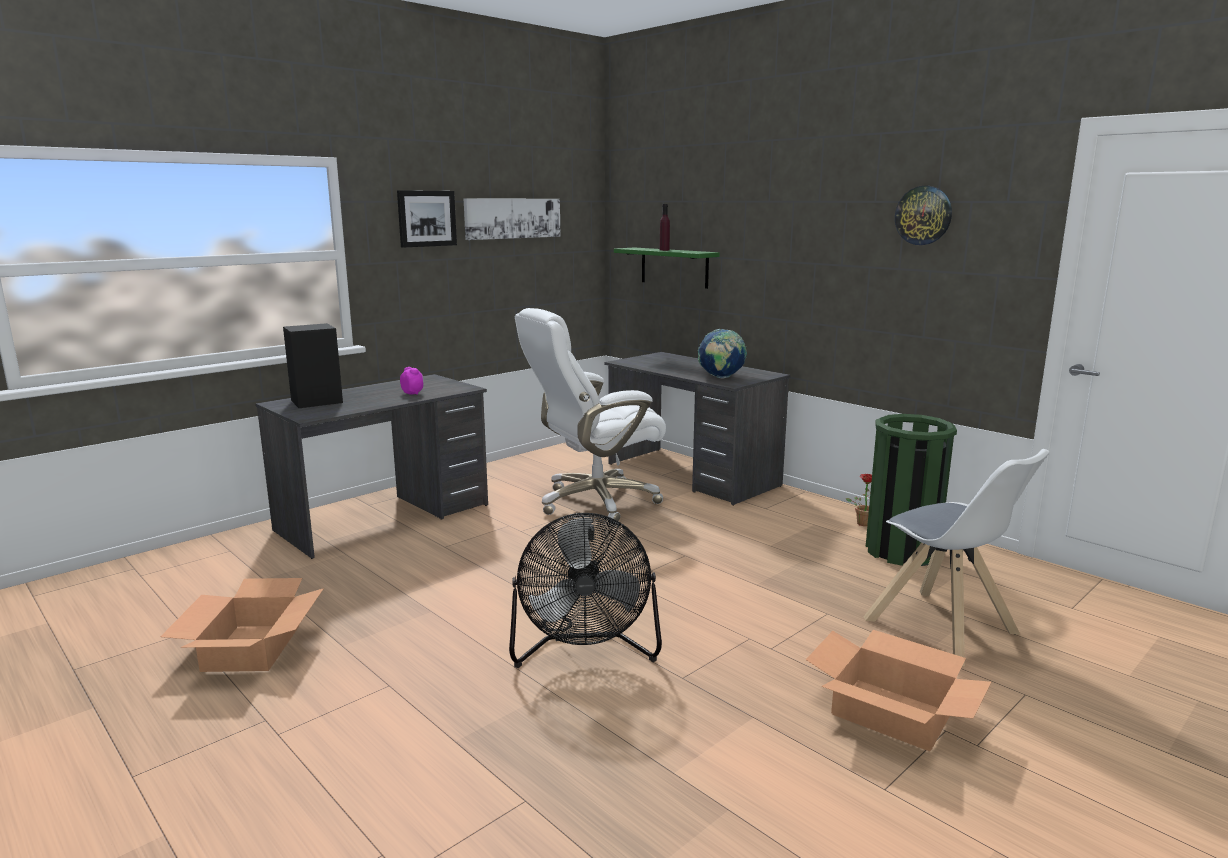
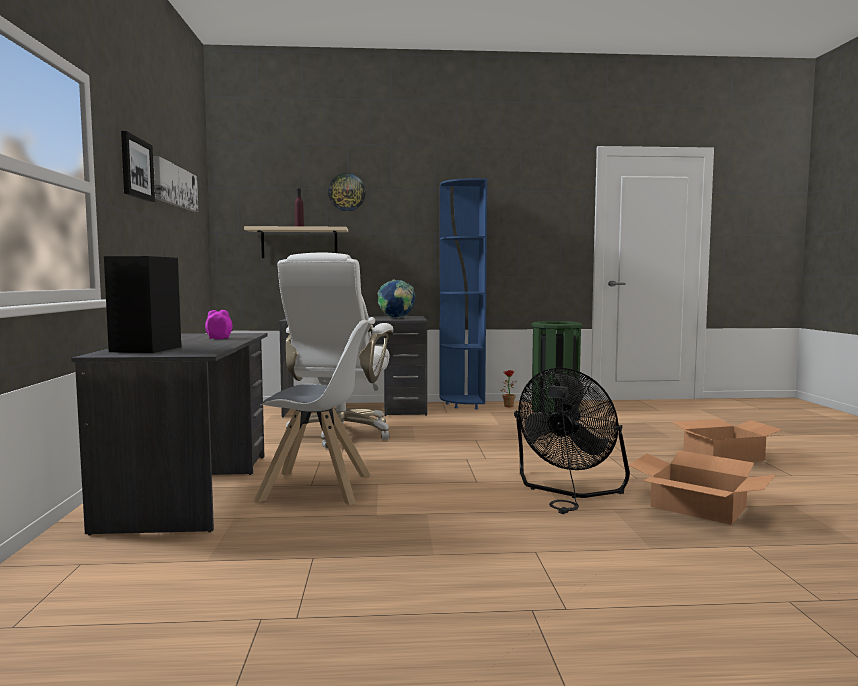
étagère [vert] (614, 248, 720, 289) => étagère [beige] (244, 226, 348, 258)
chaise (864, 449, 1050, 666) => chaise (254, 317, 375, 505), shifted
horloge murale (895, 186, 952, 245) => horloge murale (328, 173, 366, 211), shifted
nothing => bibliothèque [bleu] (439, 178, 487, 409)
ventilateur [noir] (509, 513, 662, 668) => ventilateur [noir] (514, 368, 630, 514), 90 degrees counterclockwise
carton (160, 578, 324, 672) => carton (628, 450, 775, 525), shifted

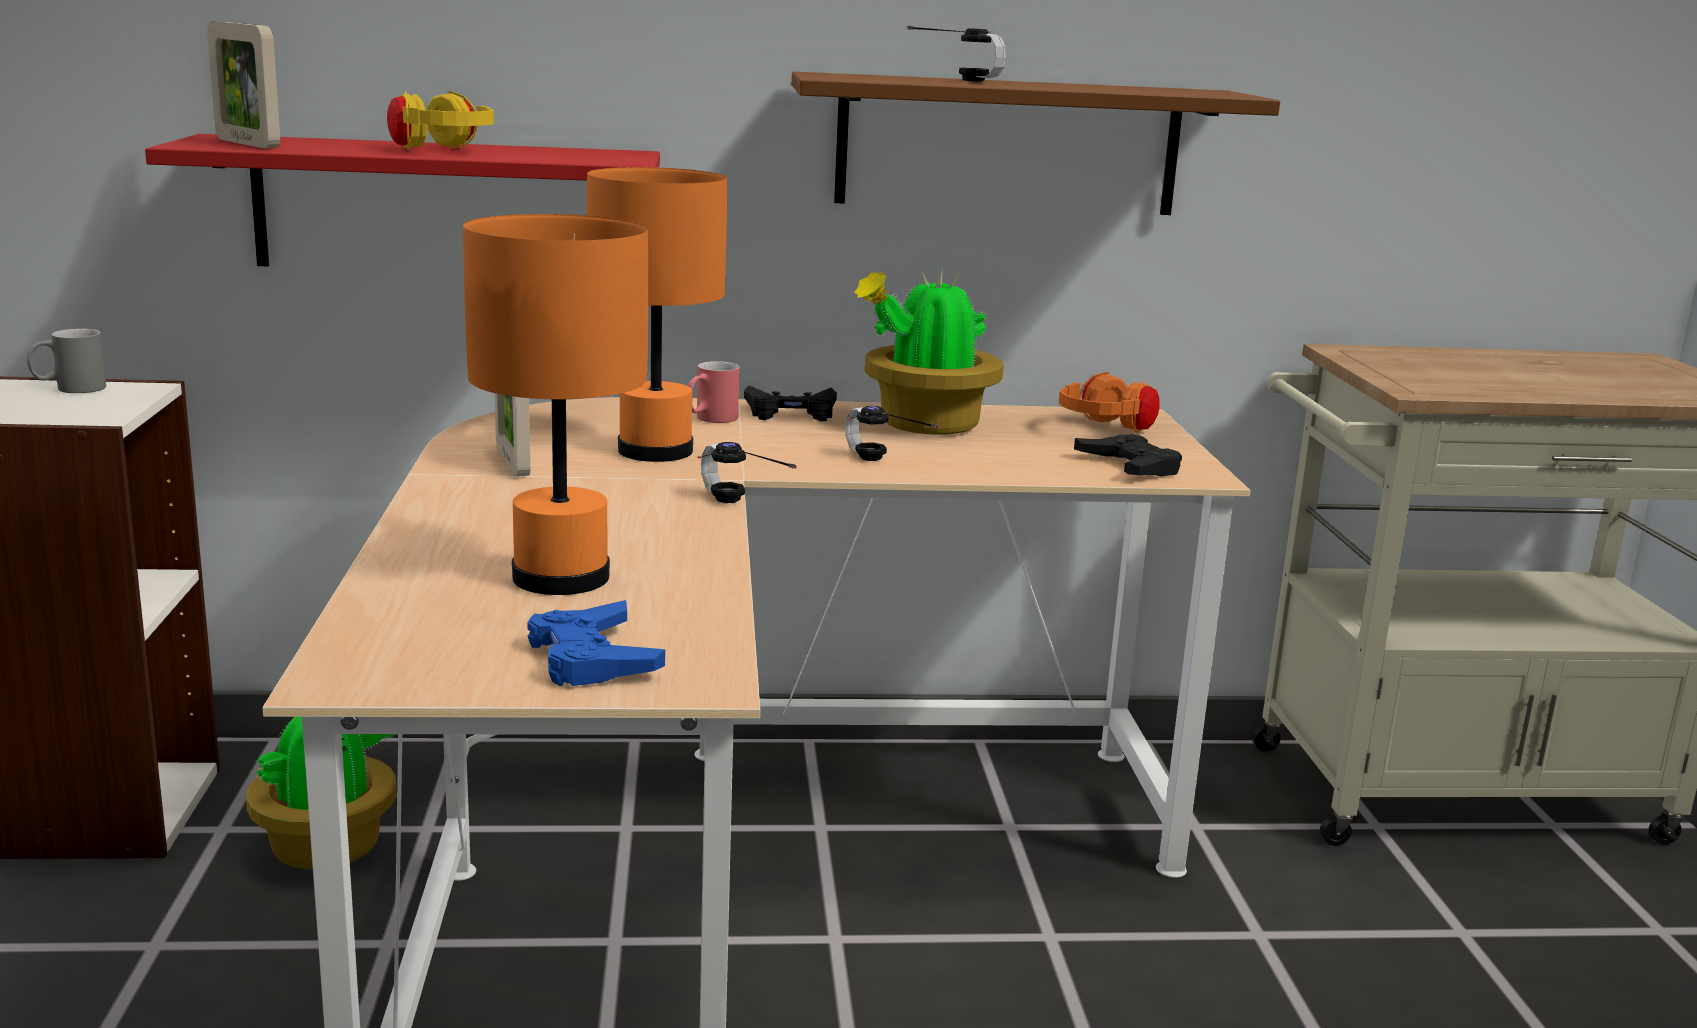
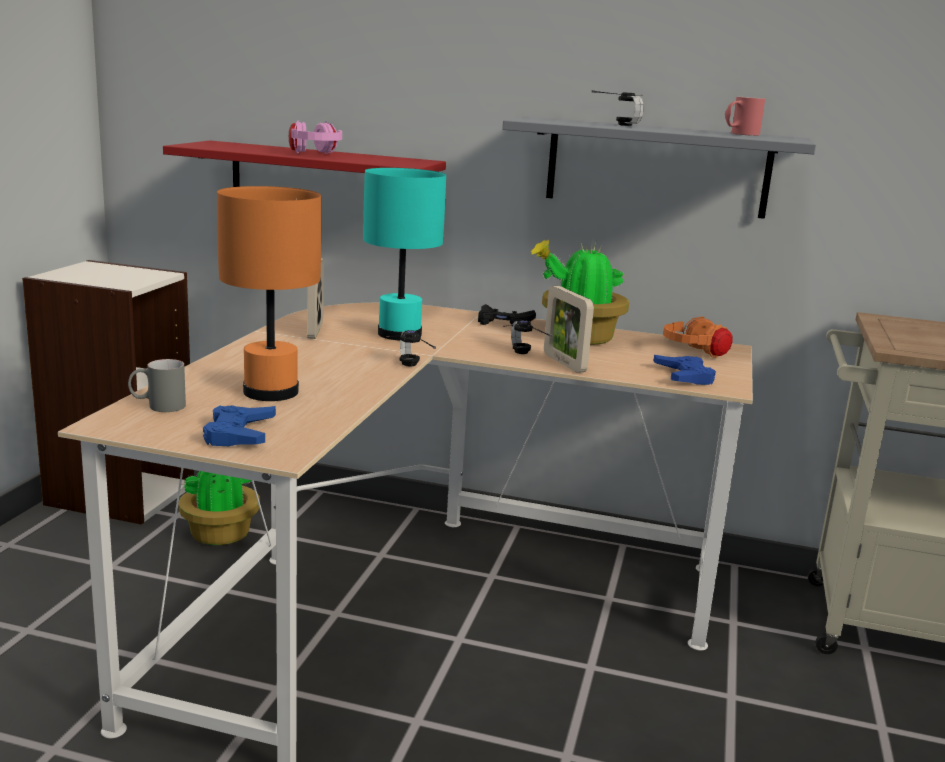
mug [gris] (27, 329, 106, 393) => mug [gris] (128, 359, 186, 412), shifted
casque audio [jaune] (387, 91, 494, 150) => casque audio [rose] (289, 121, 342, 154)
lampe de table [orange] (587, 167, 727, 462) => lampe de table [turquoise] (363, 168, 446, 340)
étagère [marron] (791, 71, 1280, 215) => étagère [gris] (502, 117, 816, 219)
cadre photo (207, 21, 280, 148) => cadre photo (544, 286, 594, 373), shifted
manette [noir] (1074, 434, 1182, 476) => manette [bleu] (653, 355, 716, 385)
mug [rouge] (687, 361, 740, 423) => mug [rouge] (725, 97, 765, 136), shifted

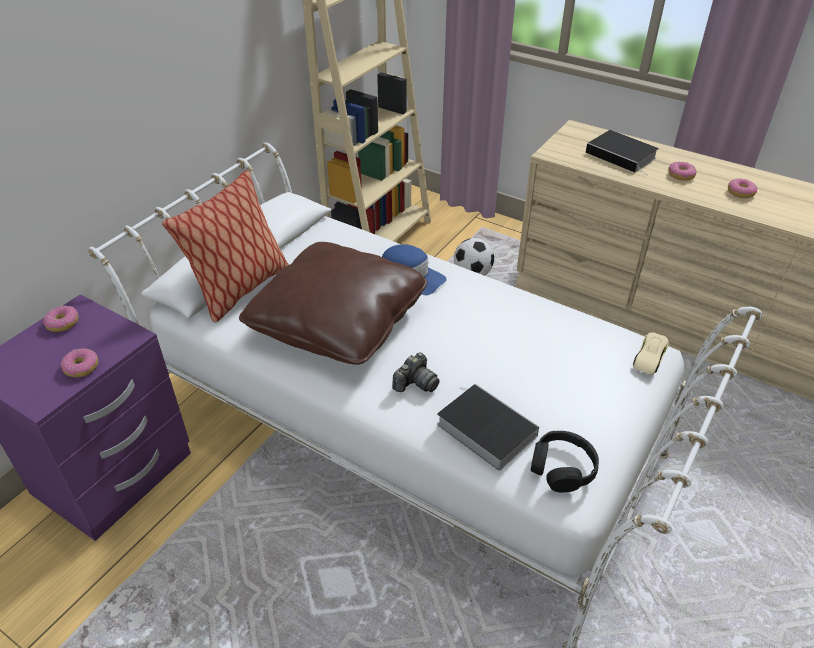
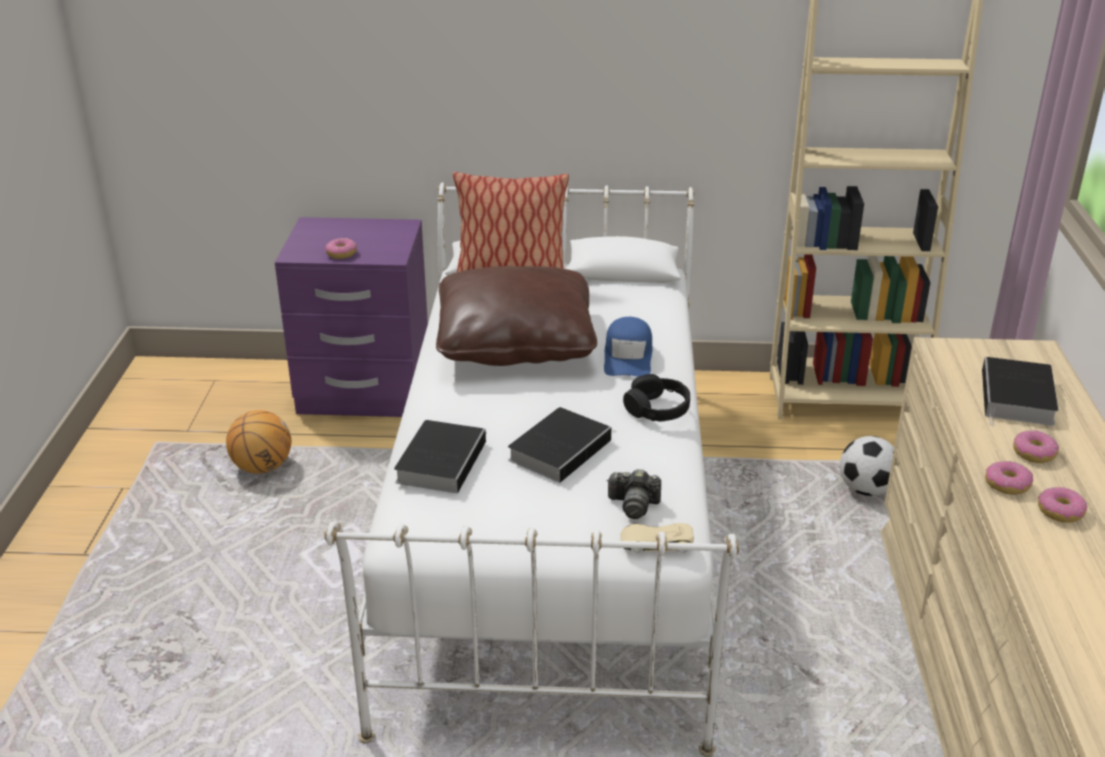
nothing => ballon de basket (226, 410, 291, 474)
nothing => livre (508, 407, 617, 483)
appareil photo (392, 352, 440, 392) => appareil photo (606, 469, 661, 519), shifted
casque audio [noir] (531, 431, 599, 492) => casque audio [noir] (623, 374, 690, 421), shifted
beignet (43, 306, 79, 332) => beignet (985, 461, 1033, 495), shifted

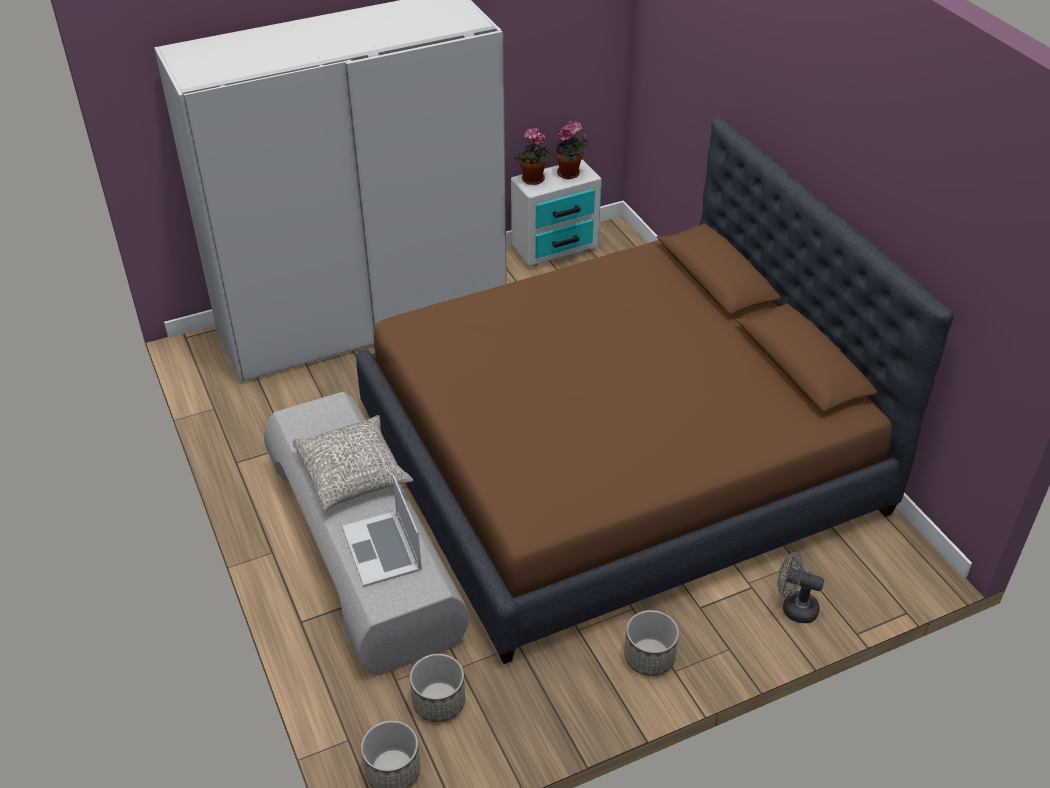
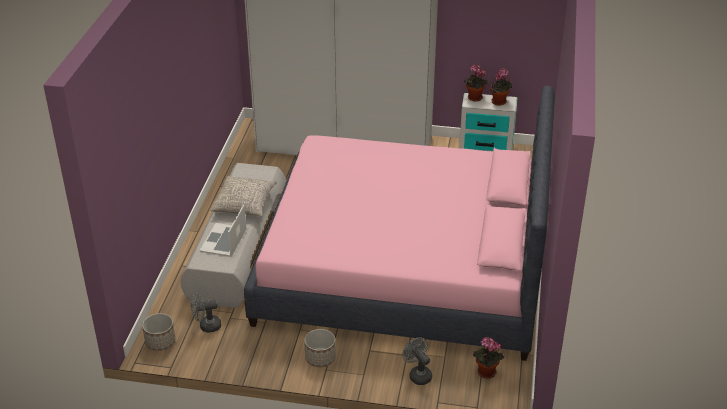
cache-pot (410, 654, 465, 722) => ventilateur [gris] (191, 293, 221, 333)
lit [marron] (356, 117, 954, 664) => lit [rose] (244, 85, 555, 361)
nothing => plante en pot (473, 337, 504, 379)

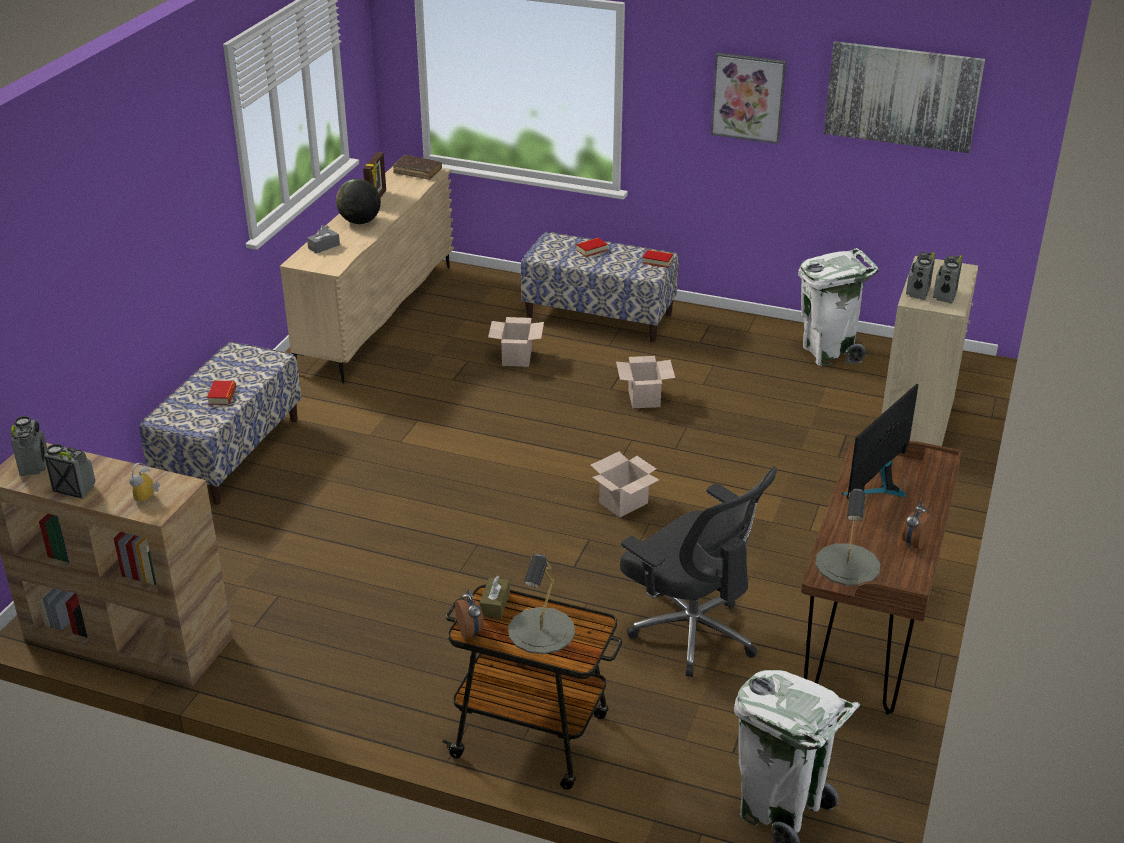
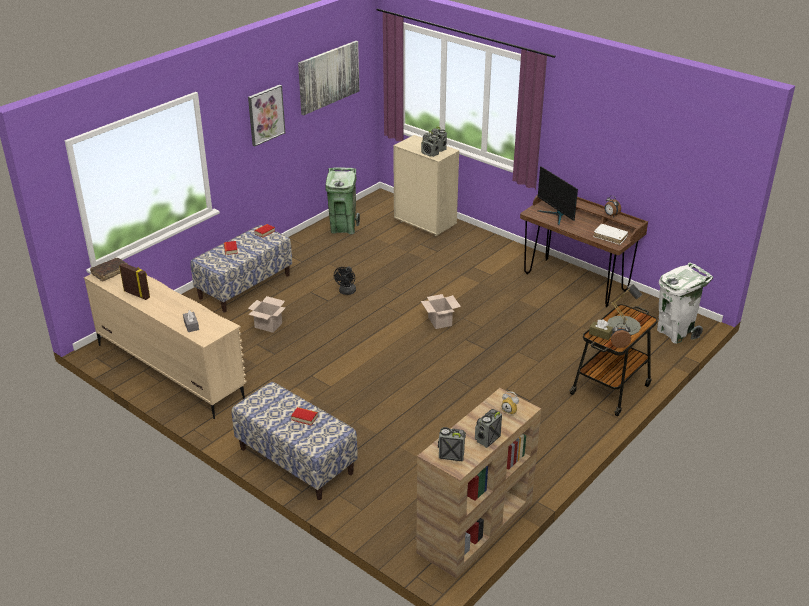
poubelle [blanc] (798, 248, 879, 366) => poubelle [vert] (325, 167, 360, 234)
carton (616, 356, 675, 408) => ventilateur [noir] (334, 267, 356, 295)
lampe de table [gris] (815, 489, 880, 586) => livre [blanc] (593, 224, 628, 245)
globe (336, 179, 381, 224) => nothing
chaise de bureau (620, 466, 777, 677) => nothing

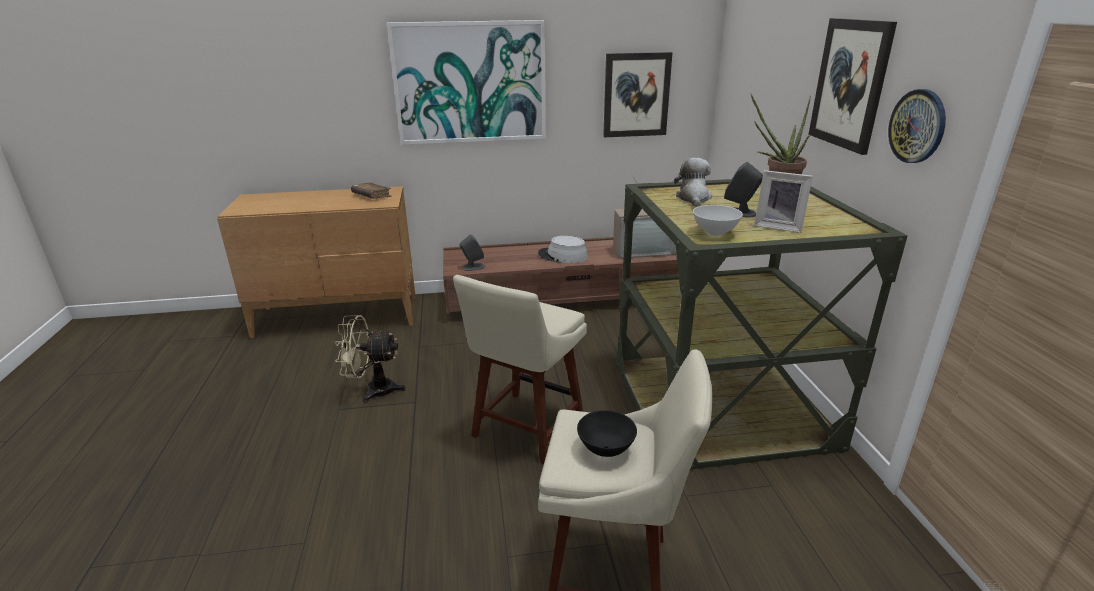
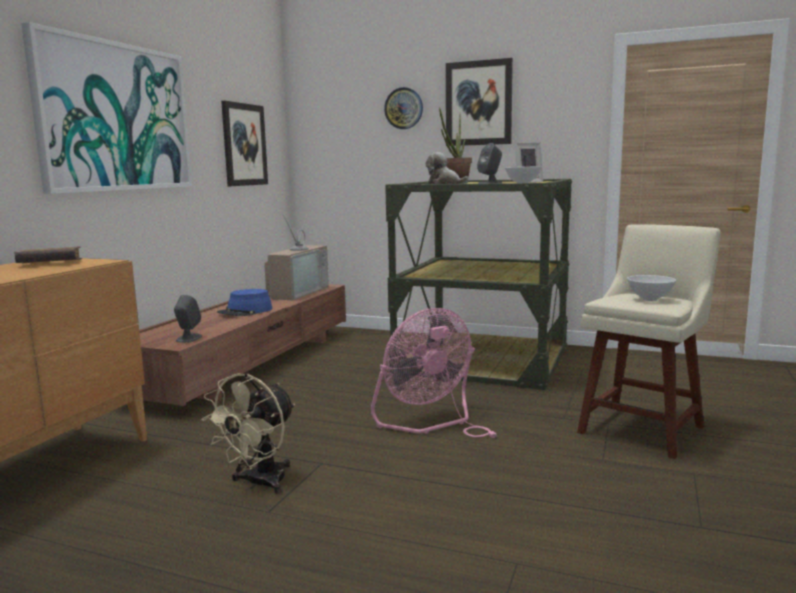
chapeau [gris] (538, 236, 588, 263) => chapeau [bleu] (217, 289, 272, 316)
tabouret [beige] (453, 275, 587, 464) => ventilateur [rose] (371, 308, 497, 438)
horloge murale (888, 89, 946, 163) => horloge murale (384, 87, 423, 129), shifted
bol [noir] (577, 410, 637, 457) => bol [blanc] (627, 275, 676, 301)

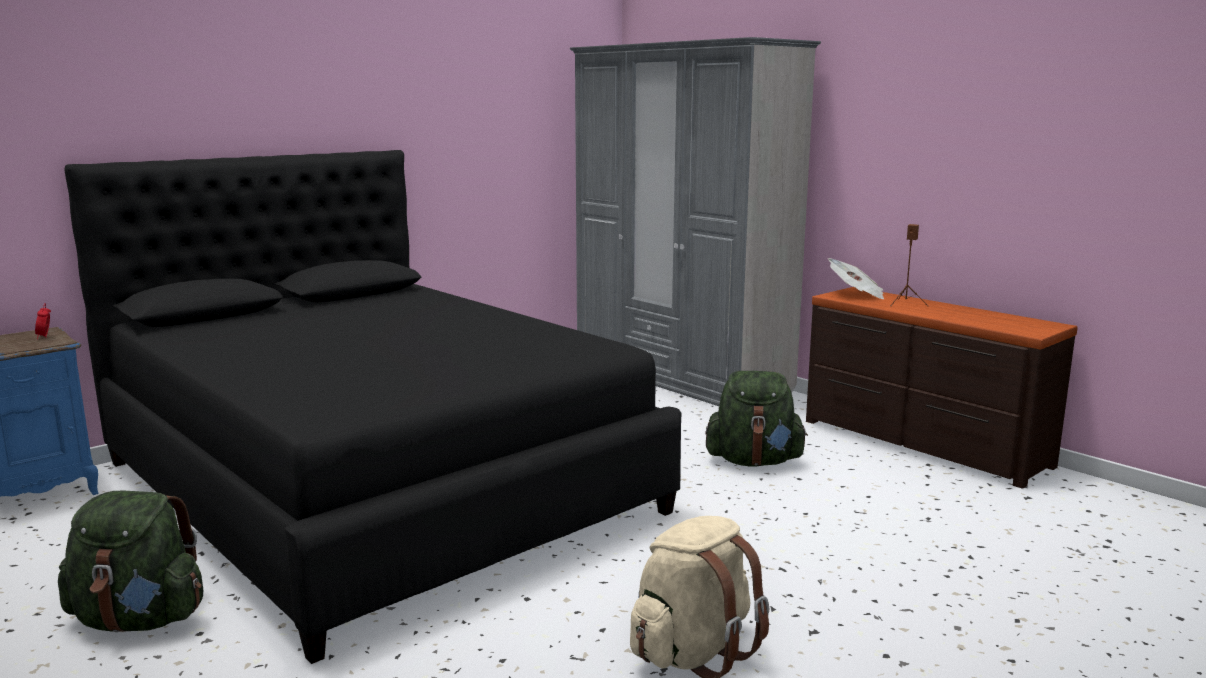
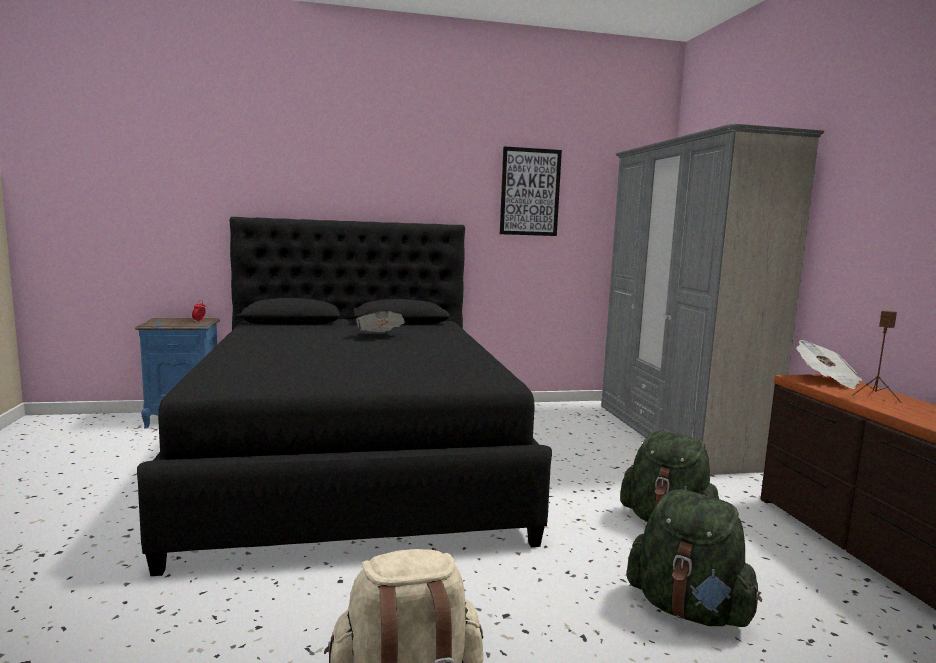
nothing => journal (356, 311, 405, 332)
nothing => tableau (500, 146, 562, 236)
sac à dos [vert] (58, 491, 203, 632) => sac à dos [vert] (627, 489, 762, 627), shifted

